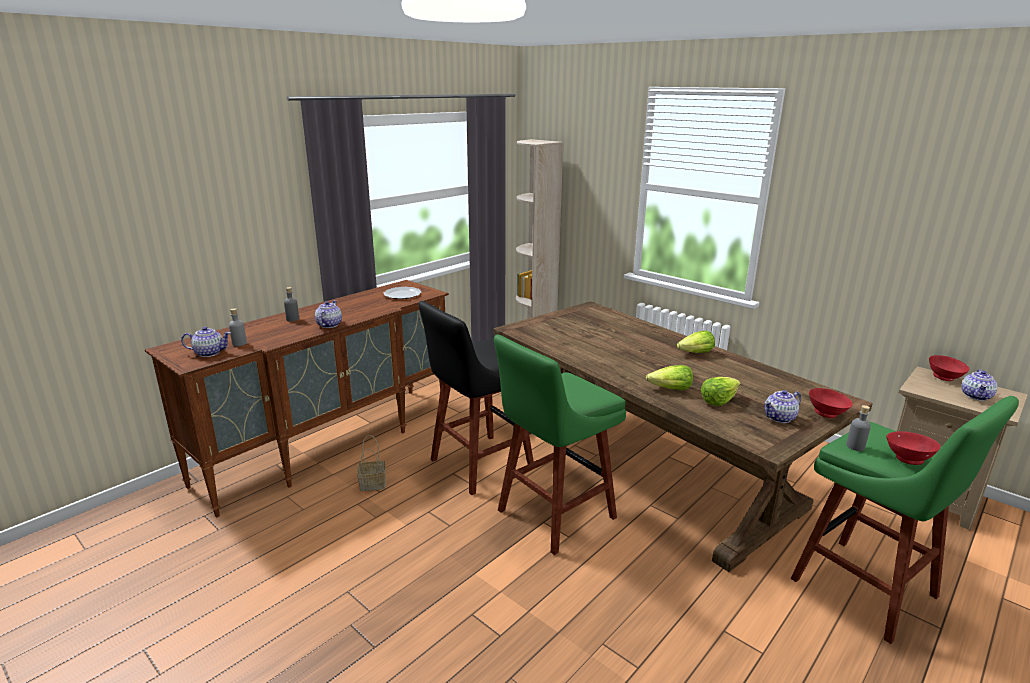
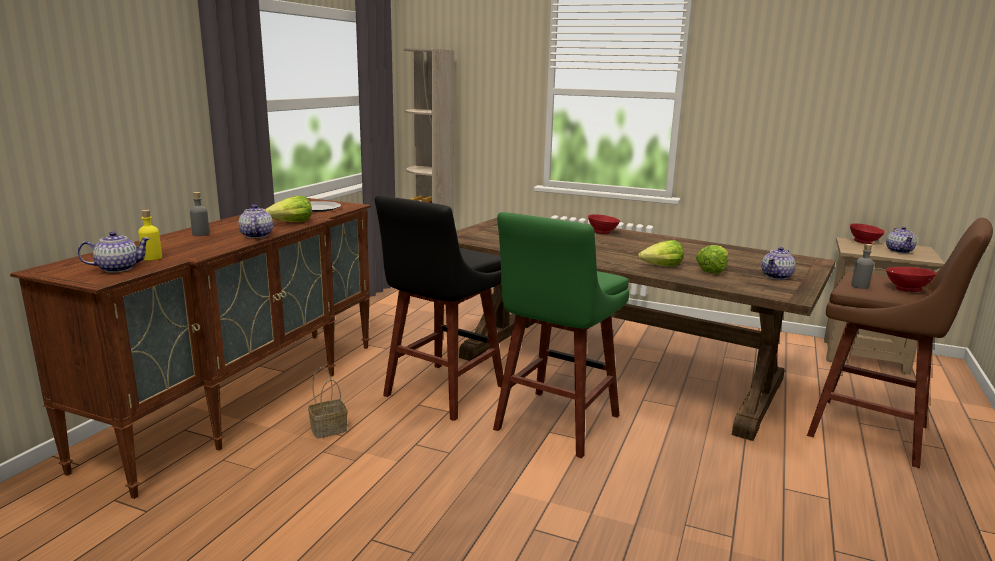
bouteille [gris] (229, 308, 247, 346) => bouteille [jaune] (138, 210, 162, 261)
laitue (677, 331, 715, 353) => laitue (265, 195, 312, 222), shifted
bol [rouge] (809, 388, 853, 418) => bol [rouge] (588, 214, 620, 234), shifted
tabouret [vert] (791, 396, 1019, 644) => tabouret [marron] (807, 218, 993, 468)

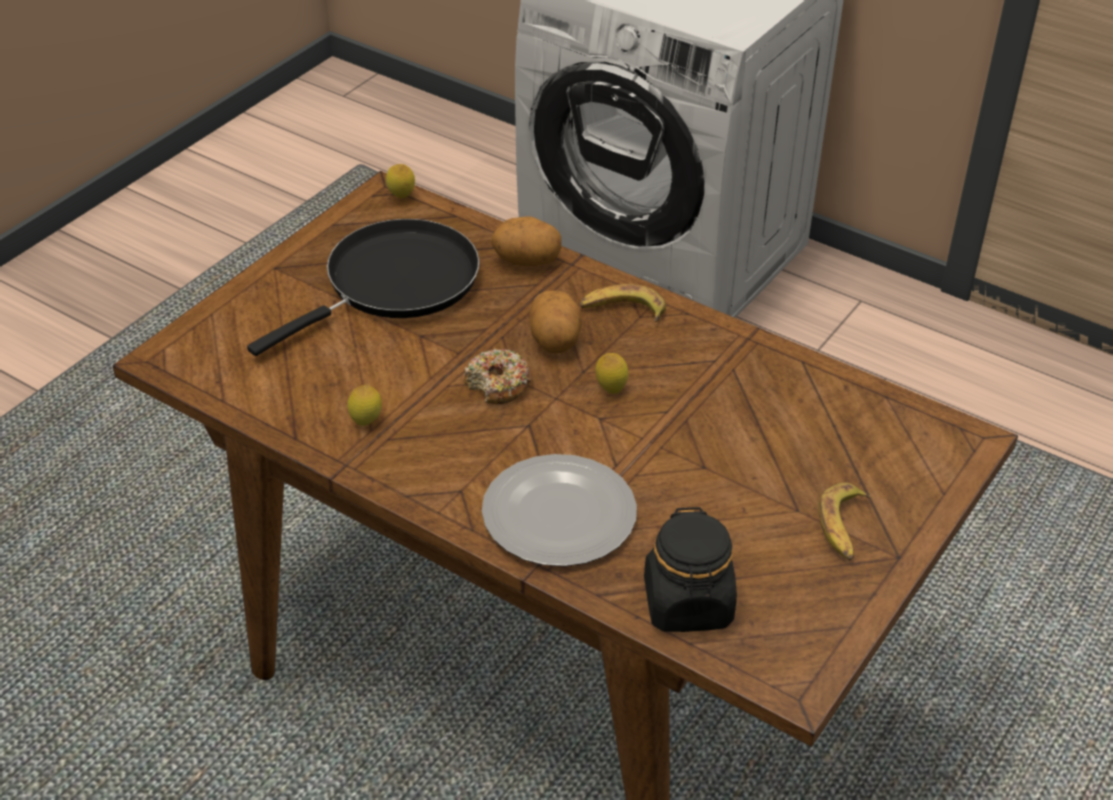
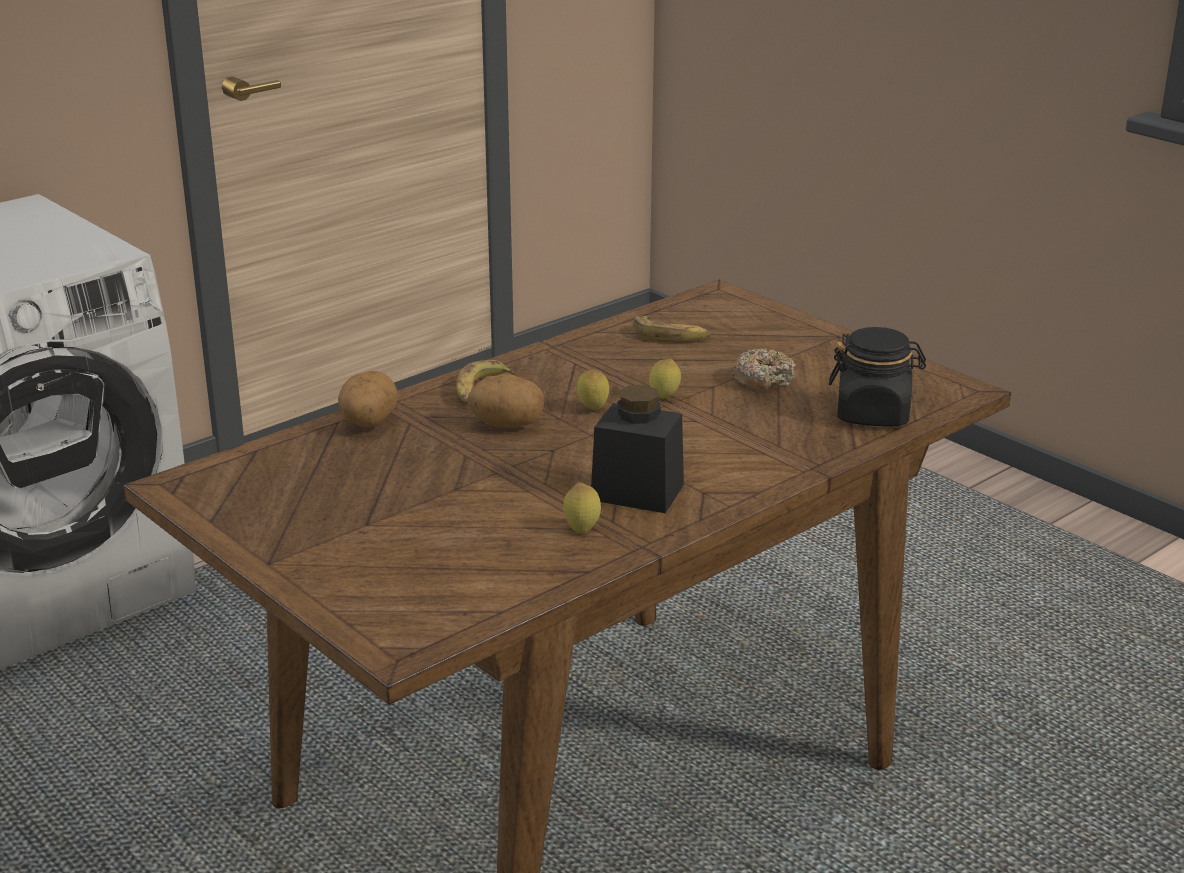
nothing => bocal [noir] (591, 385, 684, 513)
banane (818, 482, 871, 561) => banane (633, 316, 711, 341), shifted
citron (386, 164, 415, 198) => citron (649, 359, 681, 399), shifted
beignet (464, 349, 531, 404) => beignet (733, 348, 797, 393), shifted
poêle [noir] (247, 219, 479, 356) => nothing
assiette (482, 454, 637, 567) => nothing

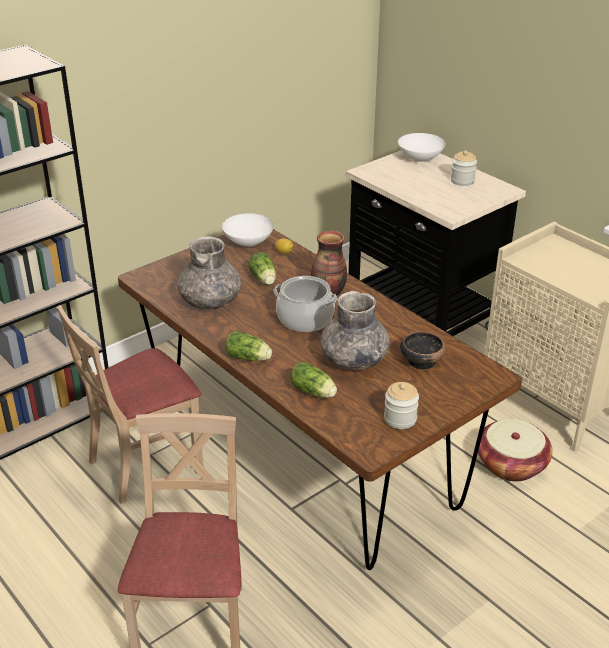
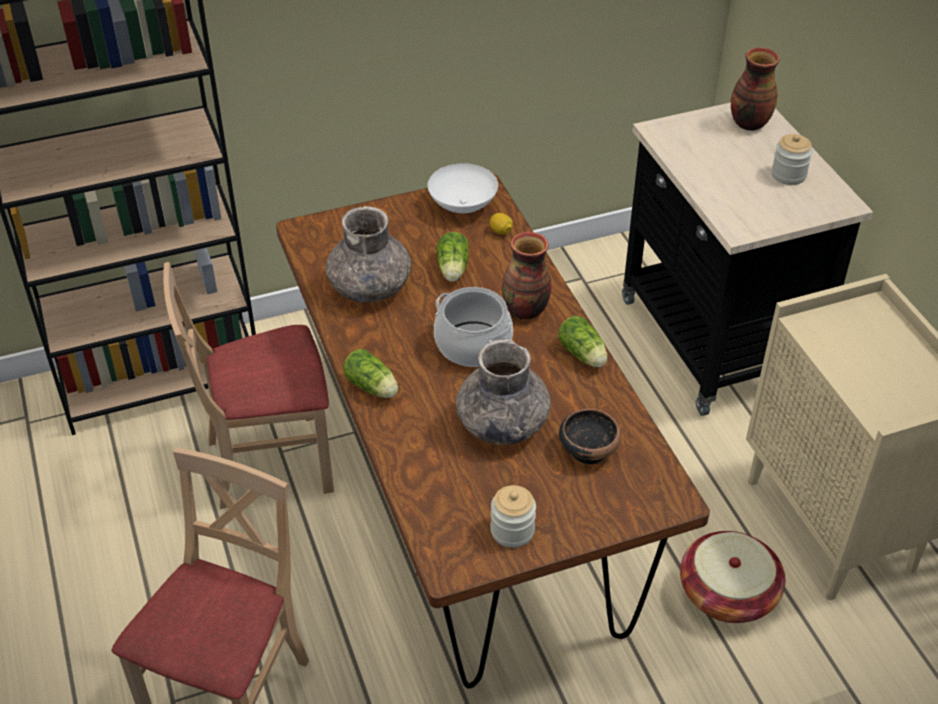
laitue (290, 362, 337, 398) => laitue (558, 316, 607, 367), shifted
bol [blanc] (398, 133, 445, 162) => vase (731, 47, 780, 131)

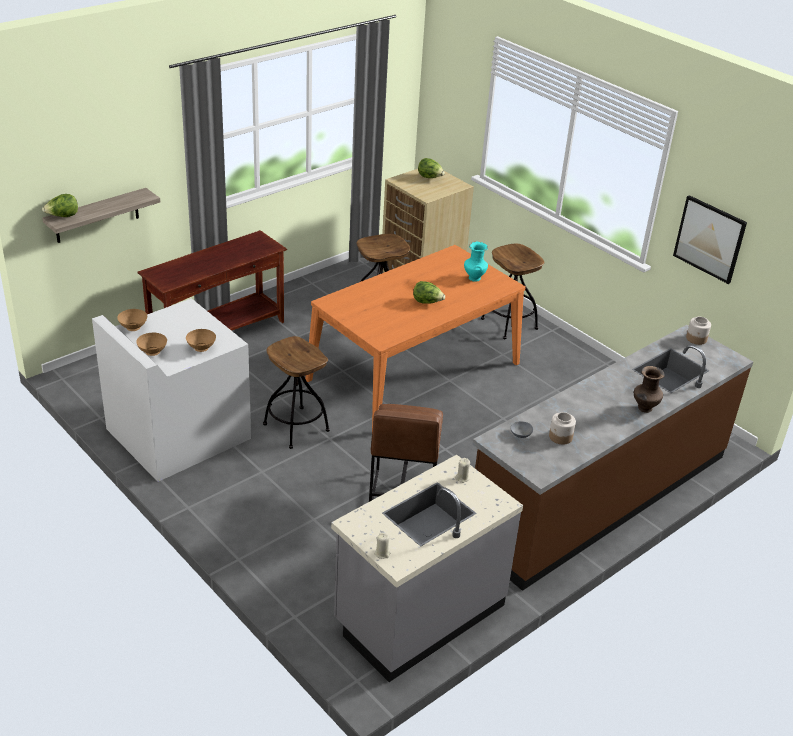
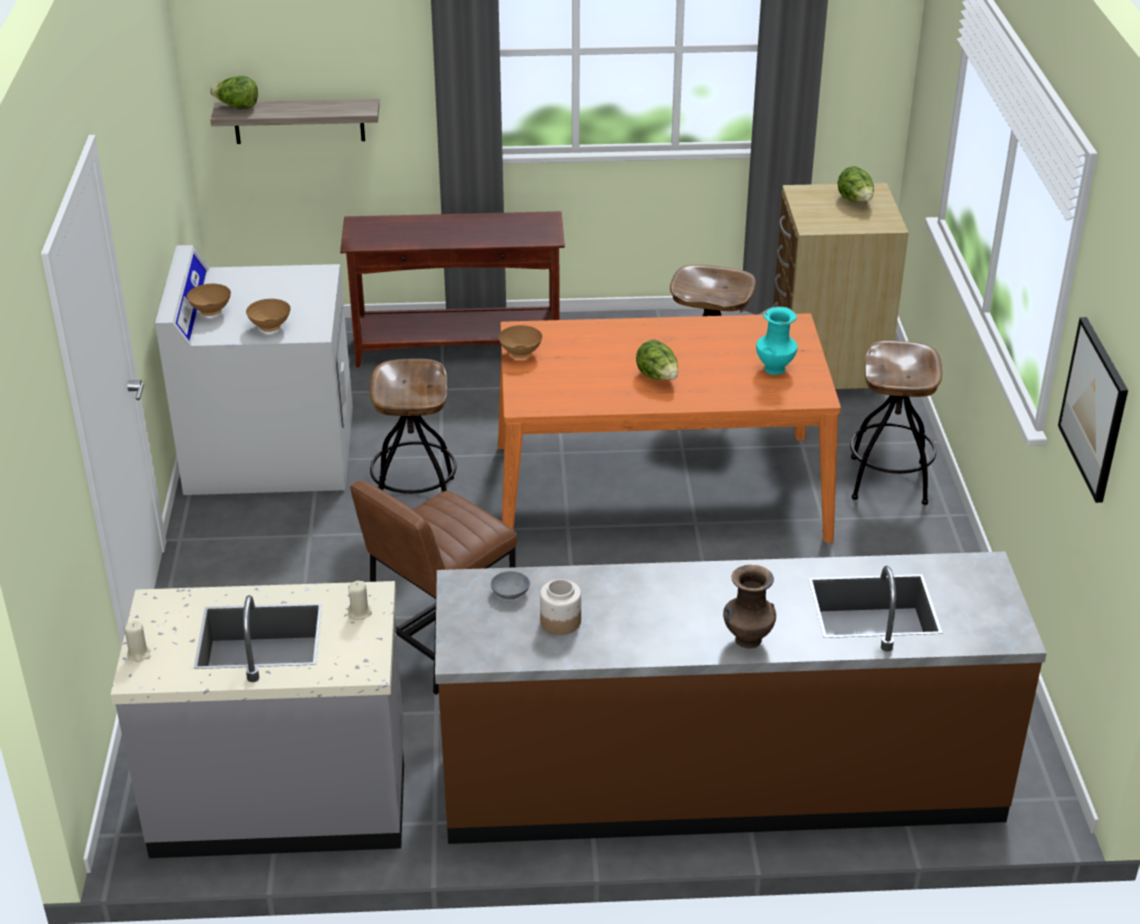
bol [marron] (117, 309, 147, 331) => bol [marron] (498, 325, 542, 358), shifted
bocal (686, 317, 711, 345) => nothing

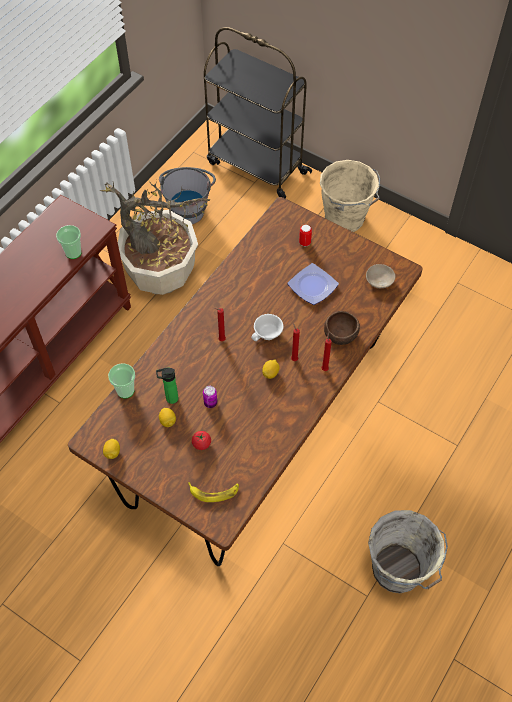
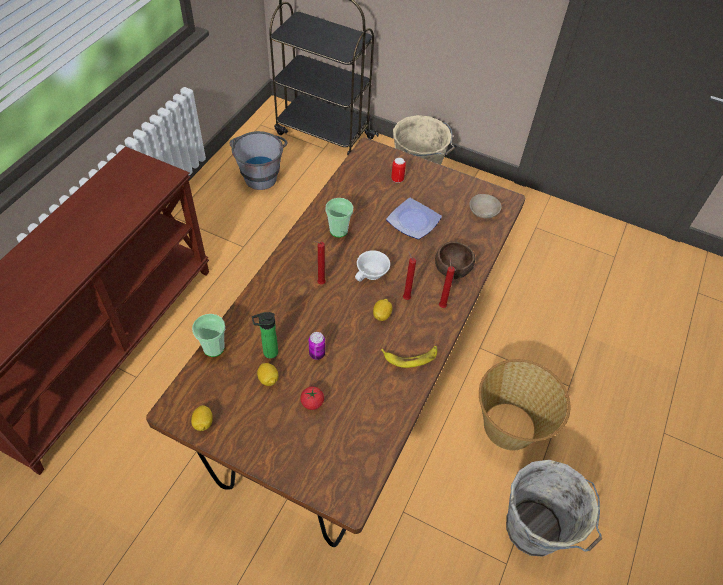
tasse (56, 225, 81, 259) => tasse (325, 198, 353, 237), shifted
banane (188, 482, 239, 502) => banane (381, 346, 437, 368), shifted
nothing => panier (479, 359, 570, 450)
plante en pot (100, 180, 210, 295) => nothing

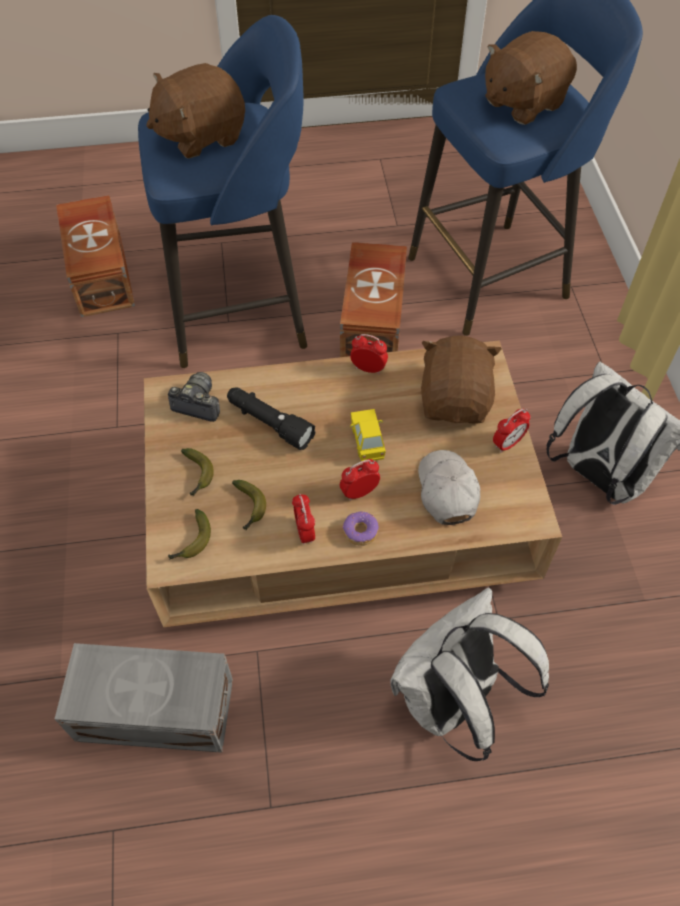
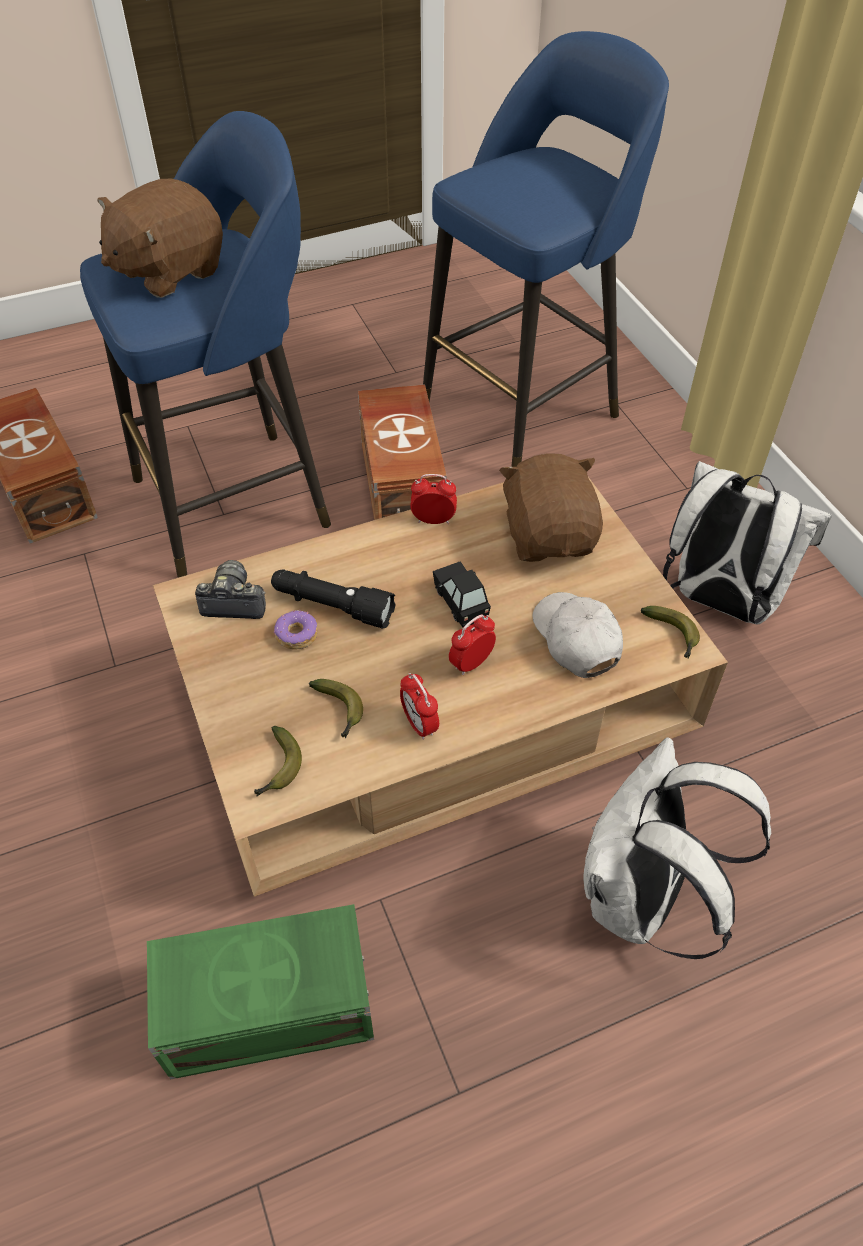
boîte de rangement [gris] (55, 643, 233, 753) => boîte de rangement [vert] (147, 904, 374, 1080)
beignet (342, 511, 379, 546) => beignet (274, 610, 318, 650), shifted
petite voiture [jaune] (350, 409, 386, 461) => petite voiture [noir] (433, 561, 491, 627)
banane (181, 448, 214, 497) => banane (641, 606, 700, 659), shifted
peluche [marron] (485, 31, 577, 125) => nothing
réveil (493, 409, 530, 453) => nothing

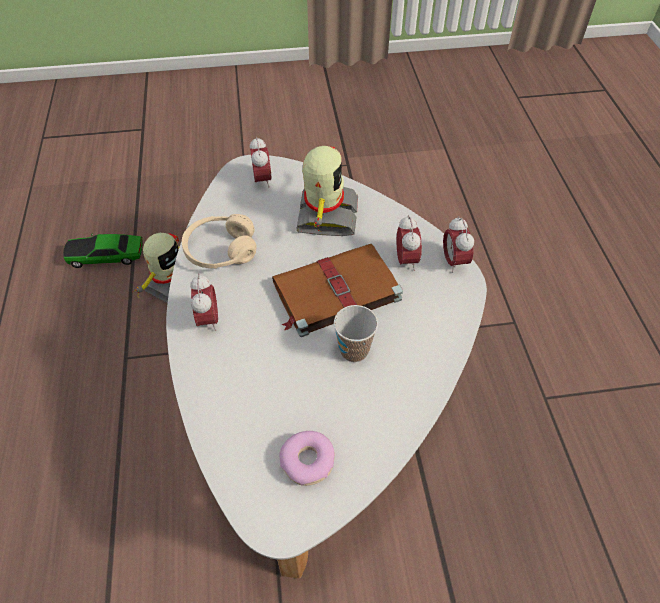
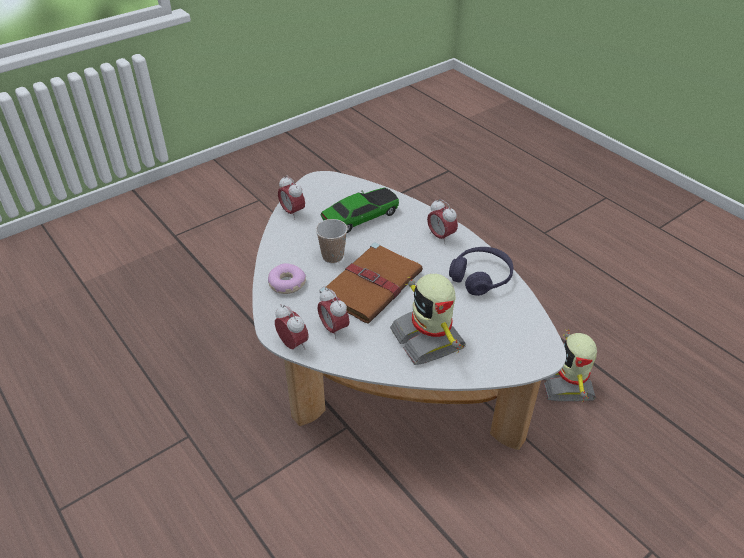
beignet (279, 431, 335, 486) => beignet (268, 263, 306, 294), shifted
réveil (250, 136, 272, 188) => réveil (278, 175, 305, 219), shifted
petite voiture (63, 233, 143, 268) => petite voiture (321, 188, 399, 233), shifted
casque audio [beige] (182, 214, 257, 269) => casque audio [violet] (449, 247, 513, 296)

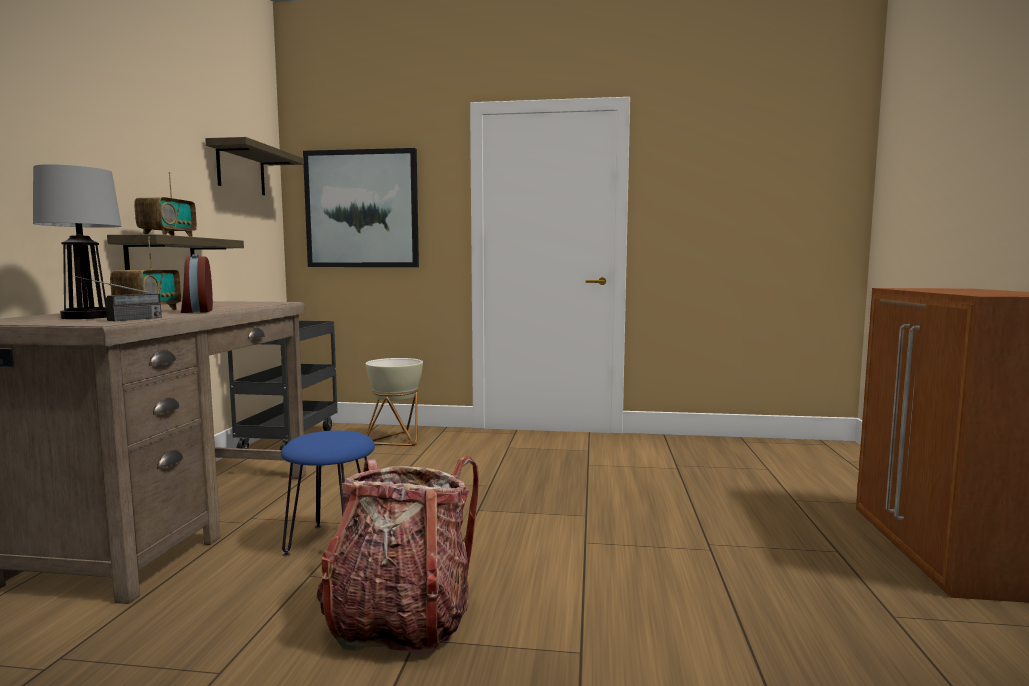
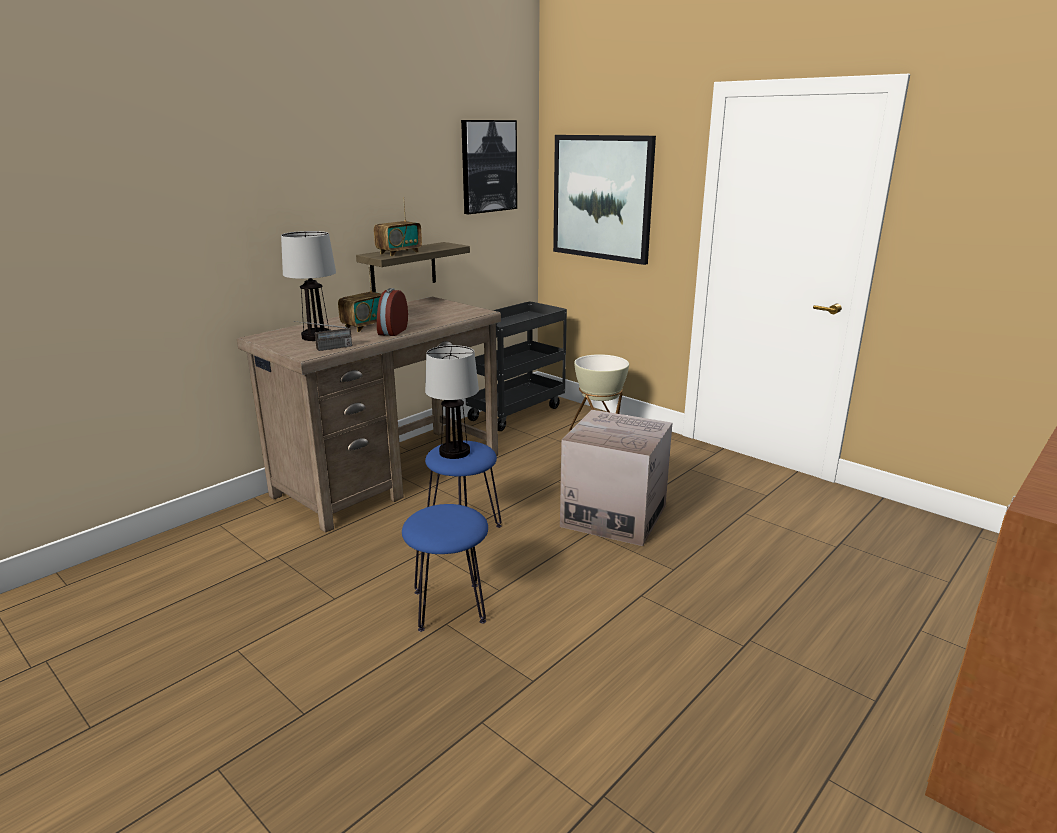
sac à dos (316, 456, 479, 655) => tabouret [bleu] (402, 504, 488, 632)
nothing => lampe de table (425, 345, 479, 459)
étagère (205, 137, 304, 195) => tableau (461, 120, 517, 214)
nothing => carton (560, 410, 672, 546)

